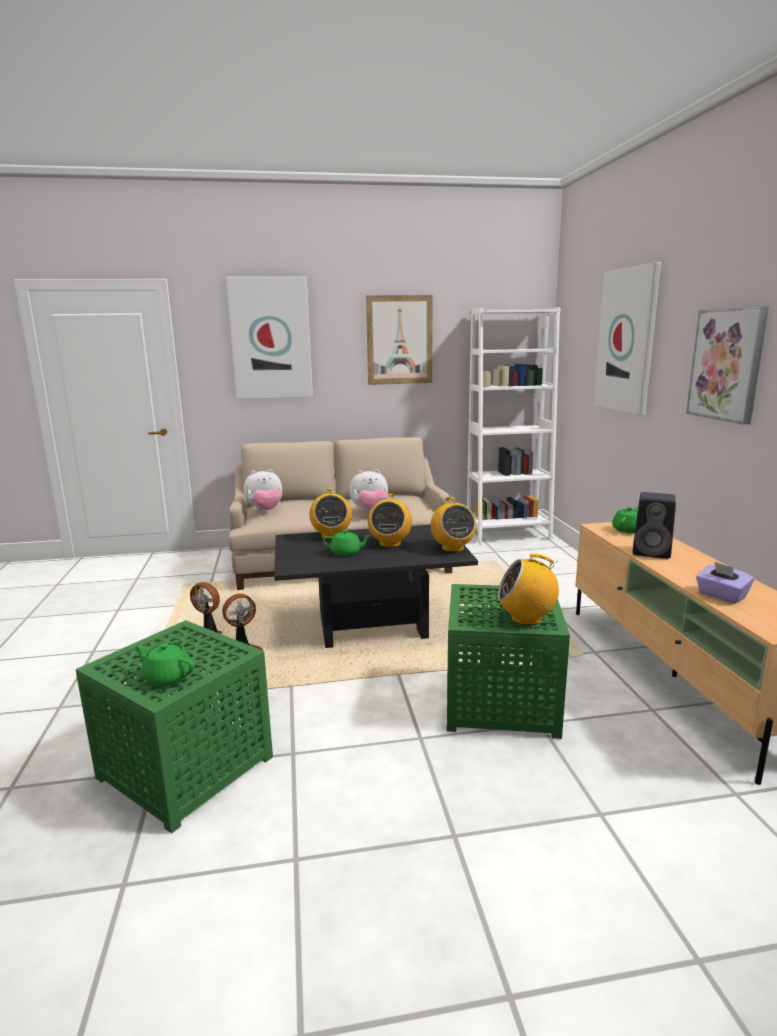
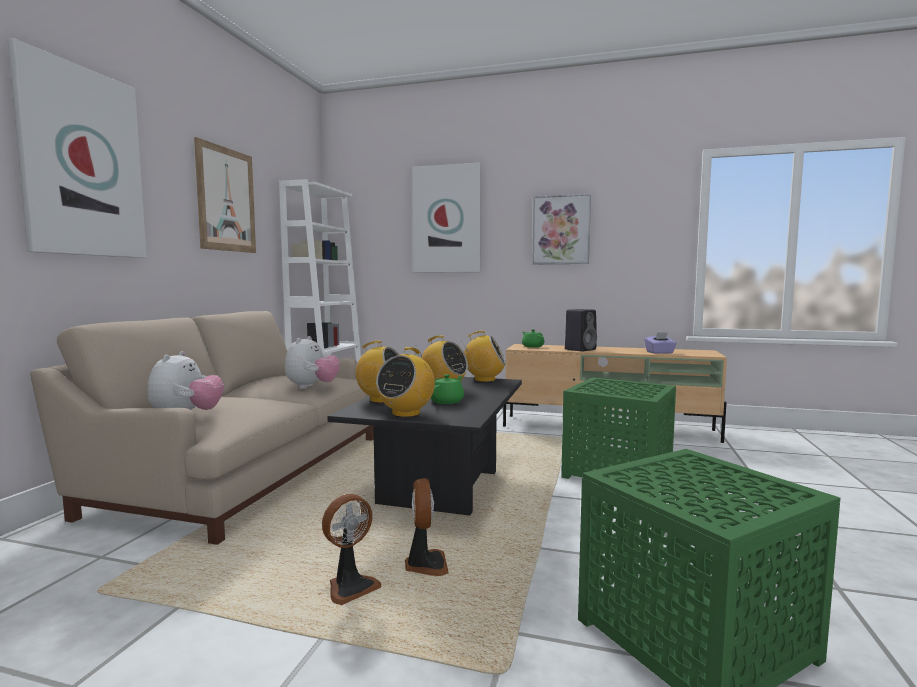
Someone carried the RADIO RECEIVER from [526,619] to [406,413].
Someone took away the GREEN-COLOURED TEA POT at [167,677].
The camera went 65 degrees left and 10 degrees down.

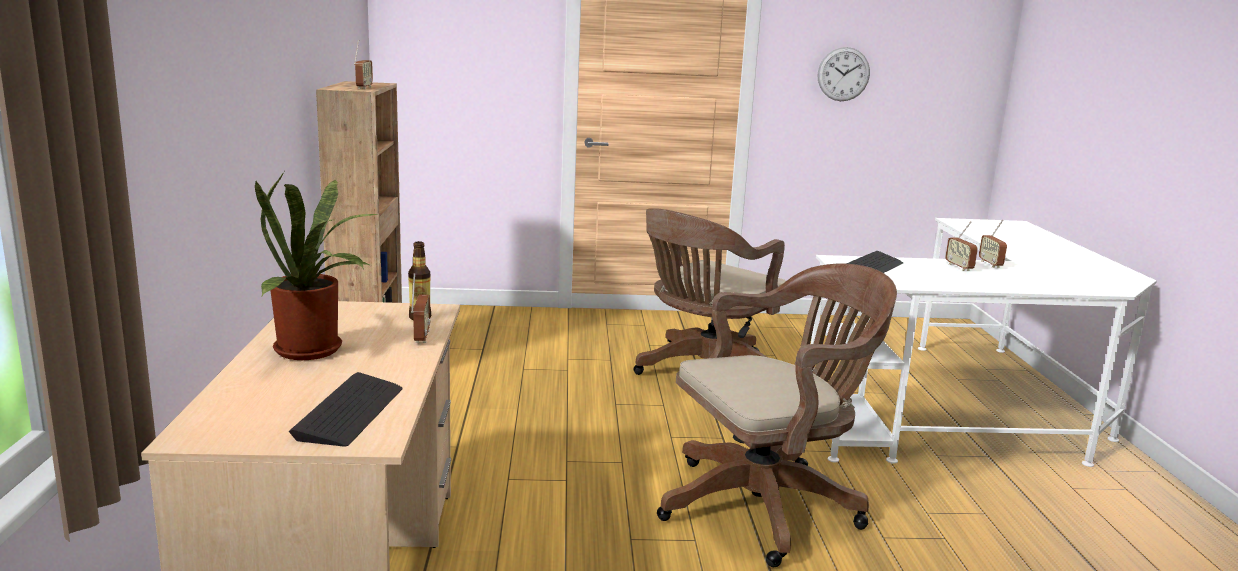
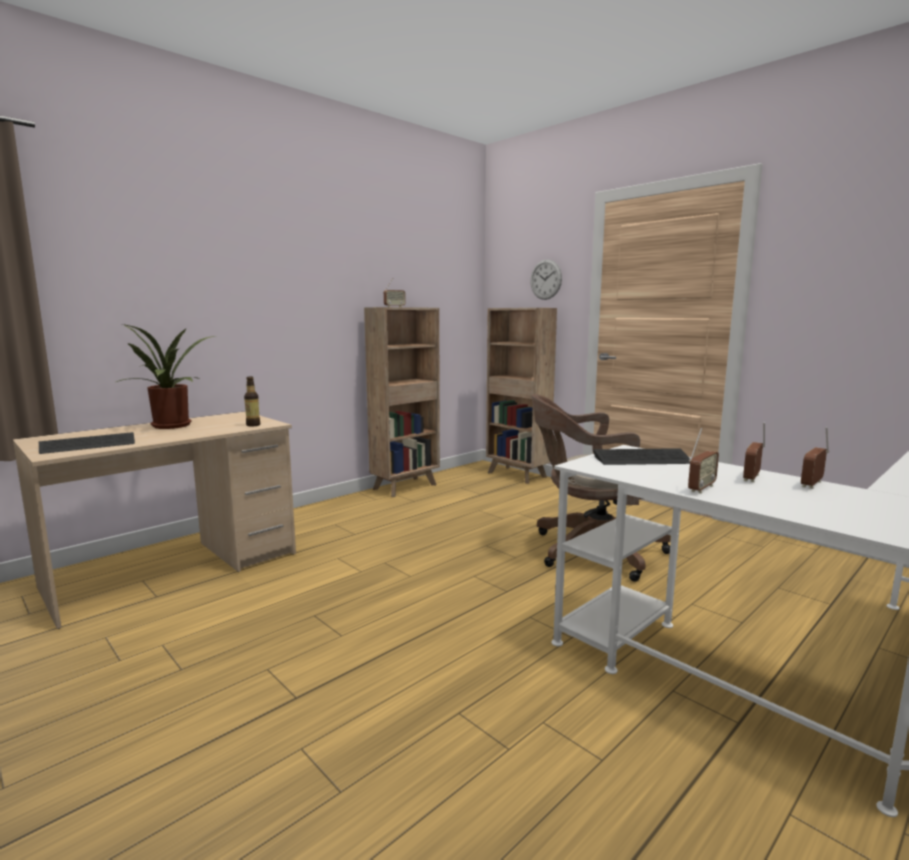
Someone carried the HANGING CLOCK from [843,74] to [546,279].
Someone took away the BROWN OFFICE CHAIR at [767,505].
Someone carried the RADIO RECEIVER from [421,337] to [701,488].
Someone put down the BROWN BOOKCASE at [517,475].
The camera went 50 degrees right and 5 degrees down.

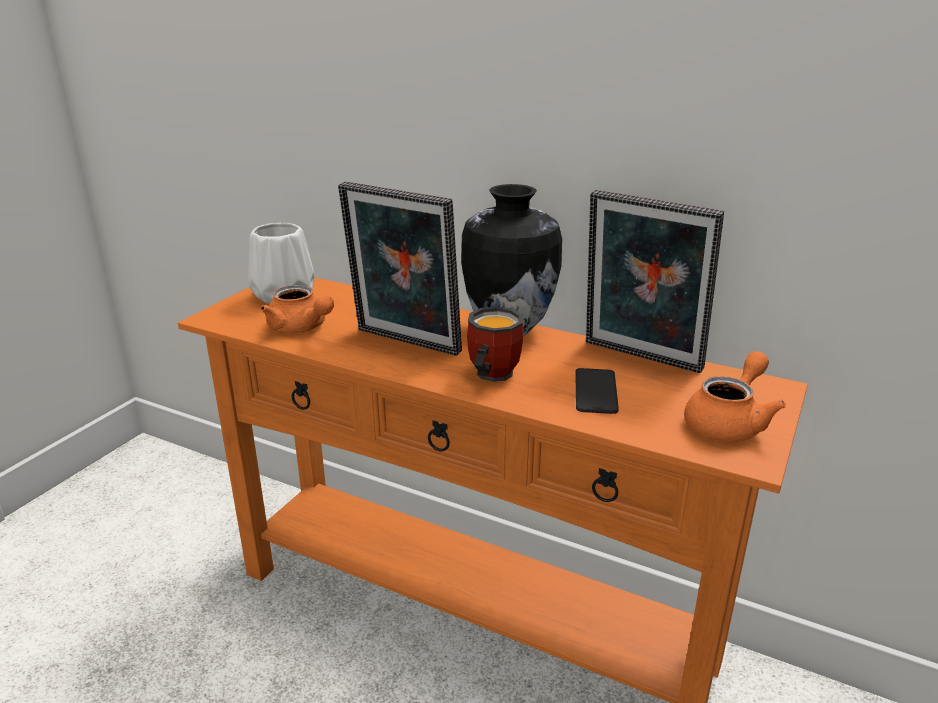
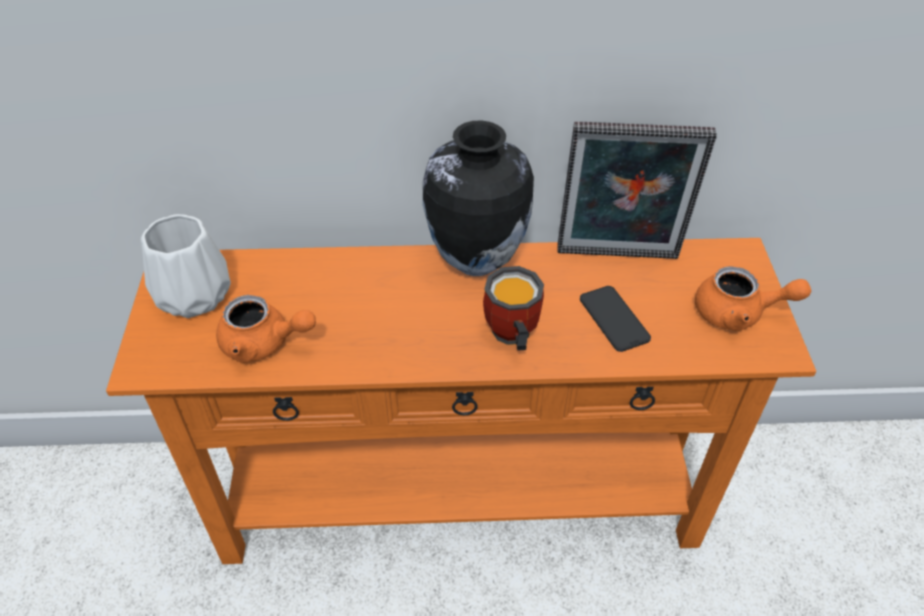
Someone took away the PICTURE FRAME at [404,343].
Someone rotated the ORANGE-COLOURED TEA POT at [729,422] by 90 degrees clockwise.
The camera went 30 degrees left and 20 degrees up.

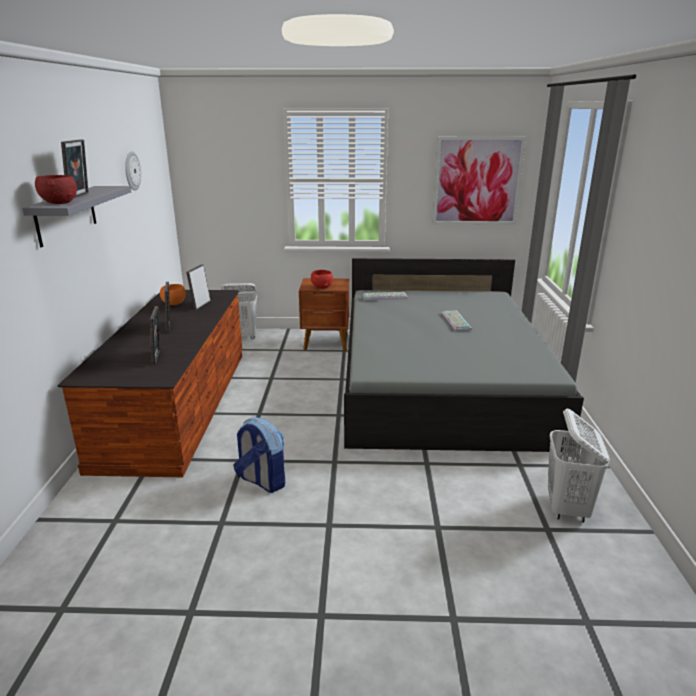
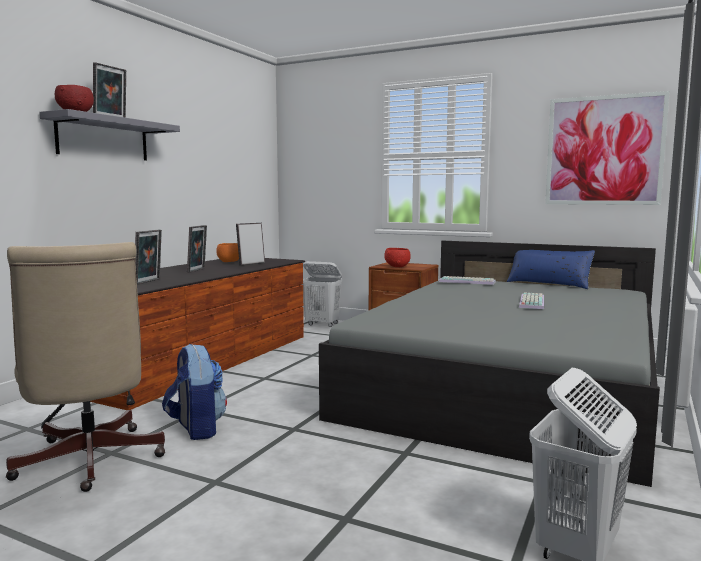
Someone took away the HANGING CLOCK at [132,171].
Someone put down the BEIGE-COLOURED OFFICE CHAIR at [88,463].
Someone put down the BLUE PILLOW at [548,284].
The camera went 25 degrees right and 15 degrees down.

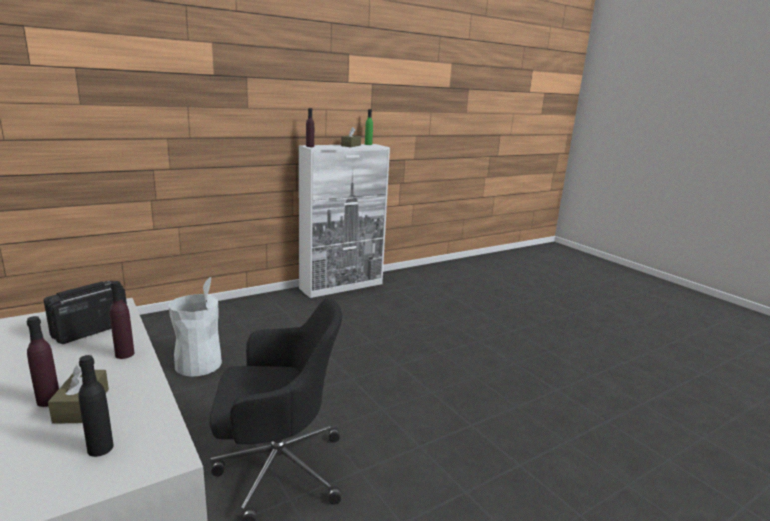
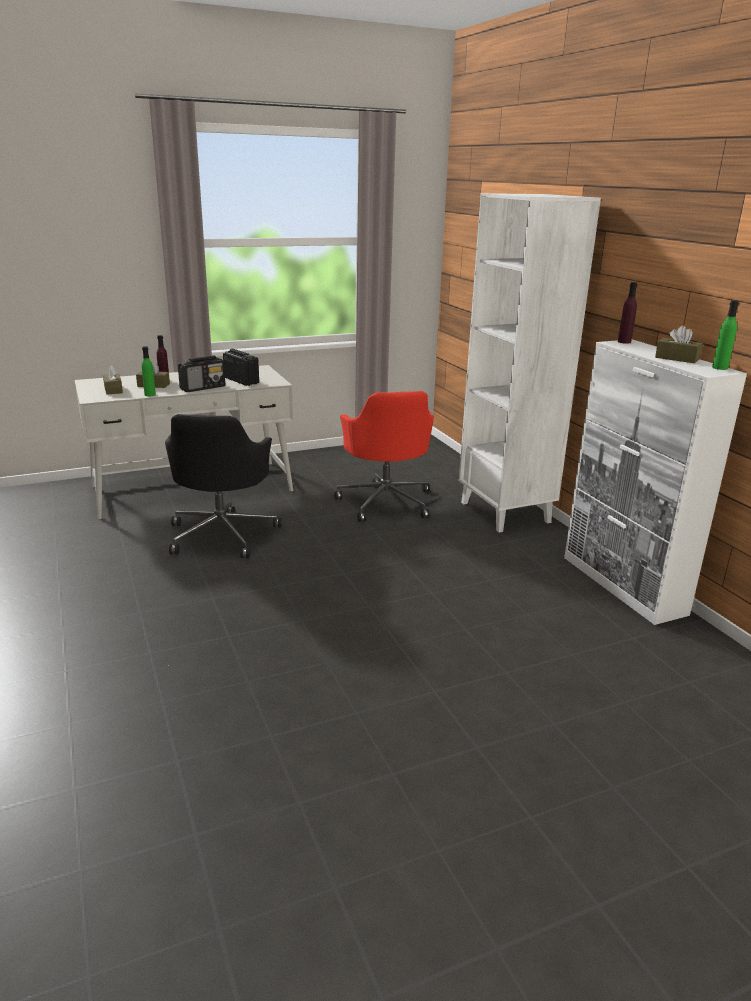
Someone swapped the WHITE-COLOURED RUBBISH BIN at [198,364] for the RED-COLOURED OFFICE CHAIR at [386,501].
Someone swapped the PURPLE BEVERAGE BOTTLE at [124,354] for the RADIO RECEIVER at [203,388].
Someone swapped the BLACK-COLOURED BEVERAGE BOTTLE at [100,448] for the BROWN BOX OF TISSUES at [113,390].
Someone put down the WHITE-COLOURED BOOKCASE at [506,512].
Someone put down the GREEN-COLOURED BEVERAGE BOTTLE at [150,394].
The camera went 100 degrees right and 5 degrees up.

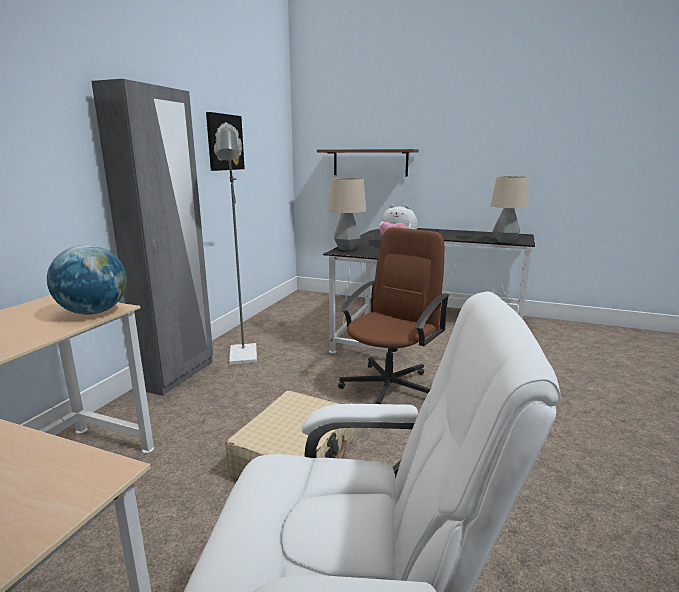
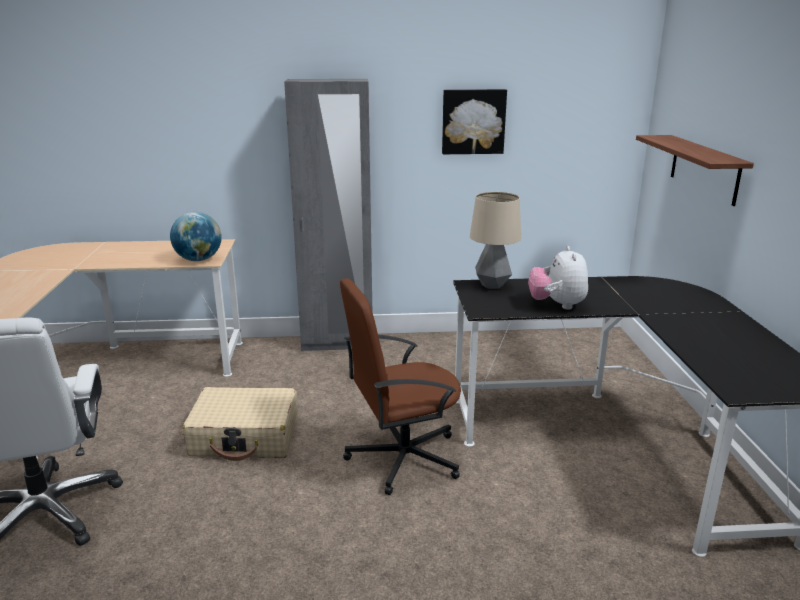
Someone took away the GRAY STANDING LAMP at [243,358].
Someone took away the LAMP FOR A TABLE at [505,241].
Someone rotated the BROWN OFFICE CHAIR at [390,387] by 150 degrees clockwise.
The camera went 65 degrees right and 5 degrees up.

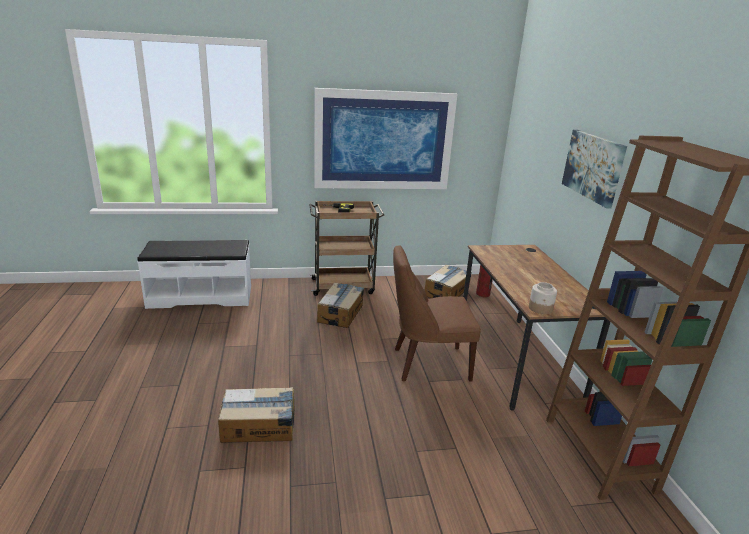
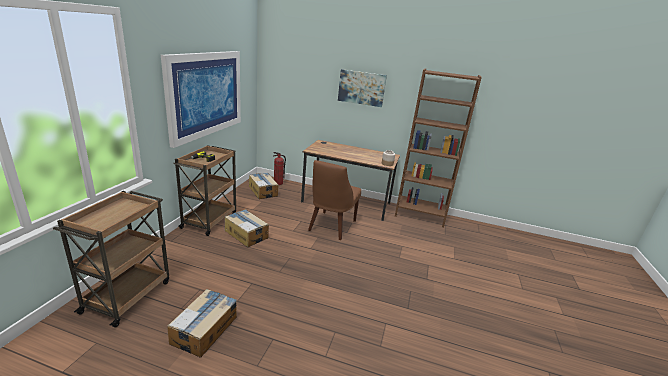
Someone swapped the WHITE-COLOURED BENCH at [201,296] for the BROWN CART at [128,295].
Someone carried the CARTON from [259,425] to [205,329].
The camera went 65 degrees left and 0 degrees up.

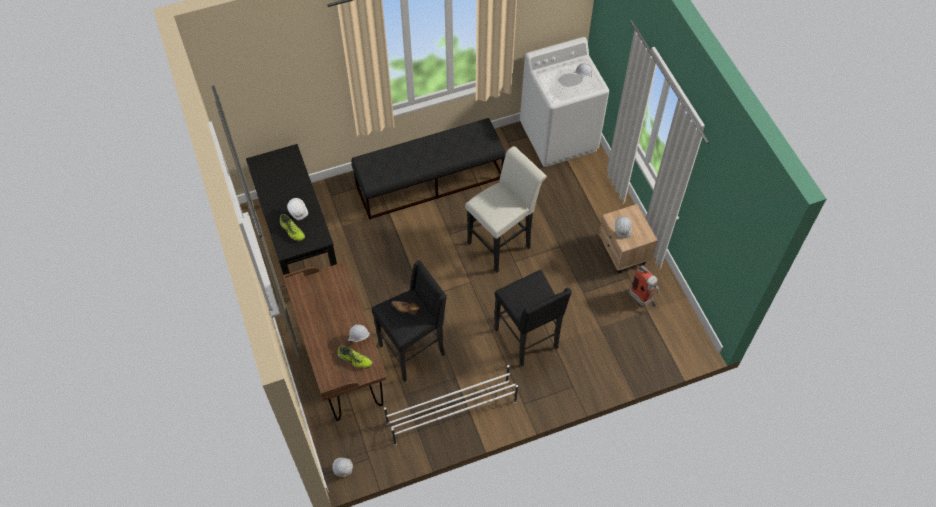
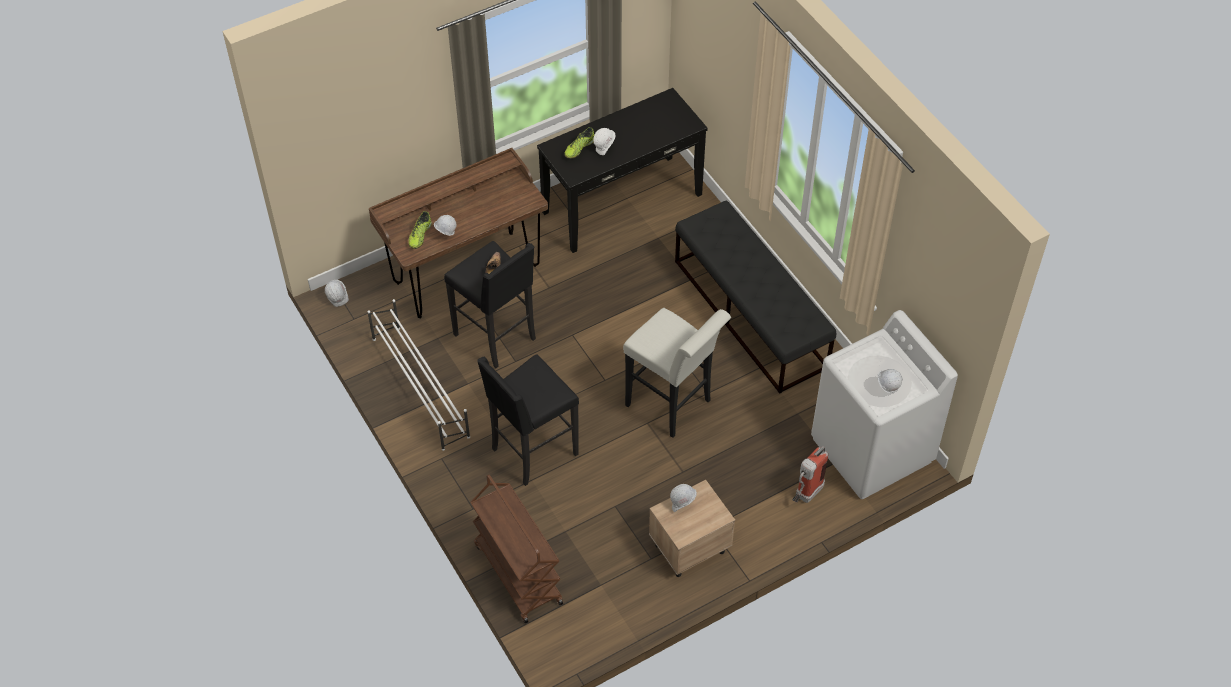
Someone carried the FIRE-FIGHTING CYLINDER from [643,300] to [805,495].
Someone put down the BROWN CART at [517,573].
The camera went 80 degrees right and 5 degrees down.

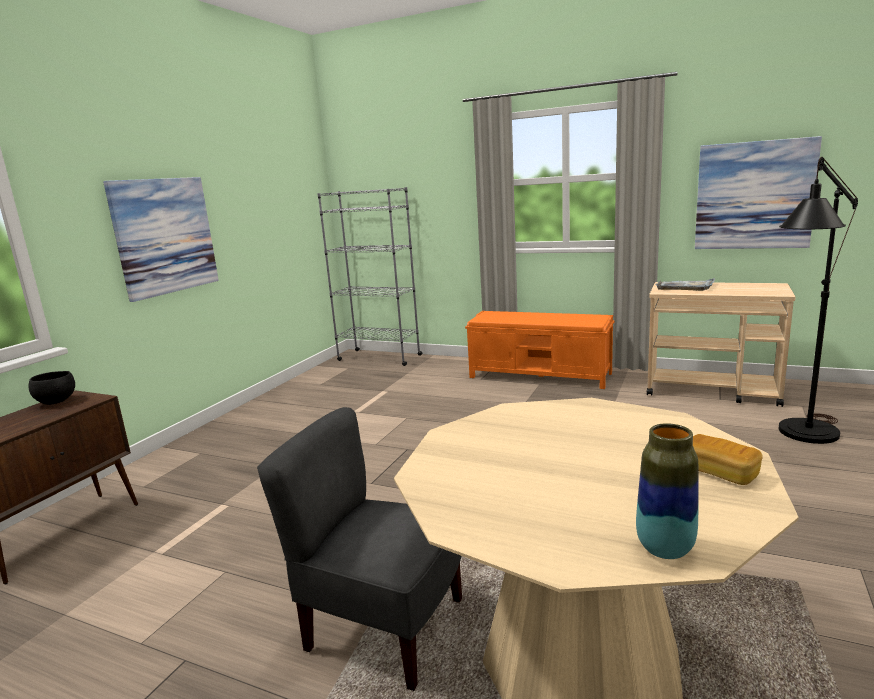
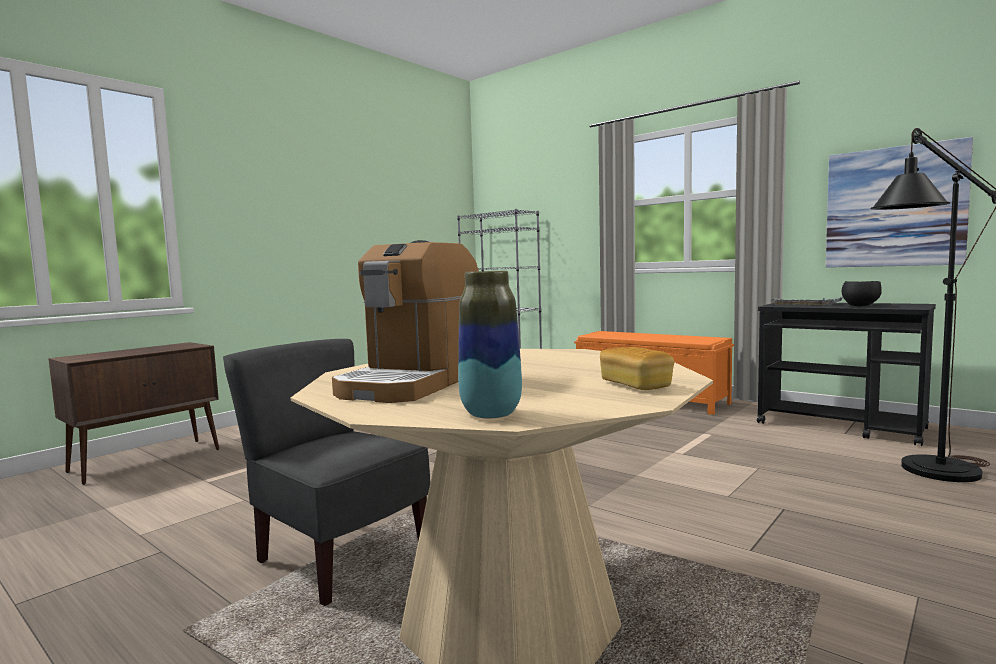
Someone took away the PICTURE at [165,236].
Someone repainted the BEIGE-COLOURED CART at [713,390], which became the BLACK-COLOURED CART at [841,426].
Someone carried the BLACK-COLOURED SERVING BOWL from [57,401] to [860,305].
Someone put down the COFFEE MAKER at [413,383].
The camera went 15 degrees right and 10 degrees down.

